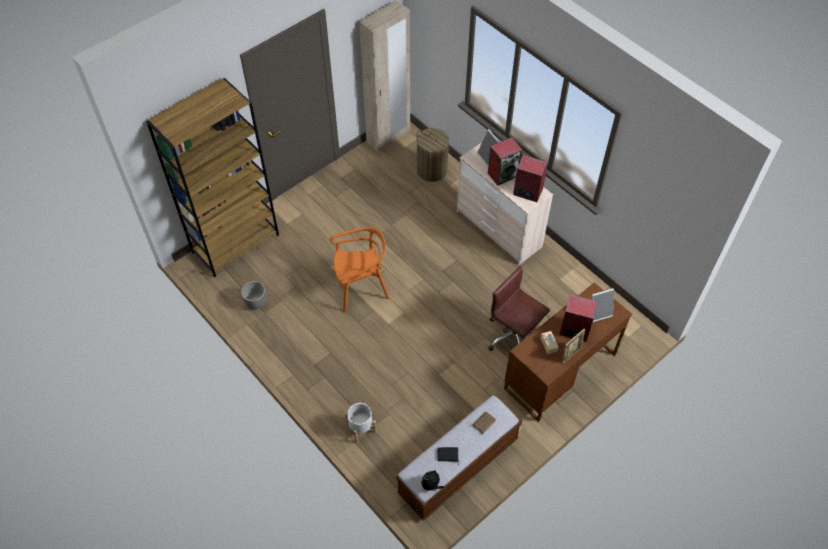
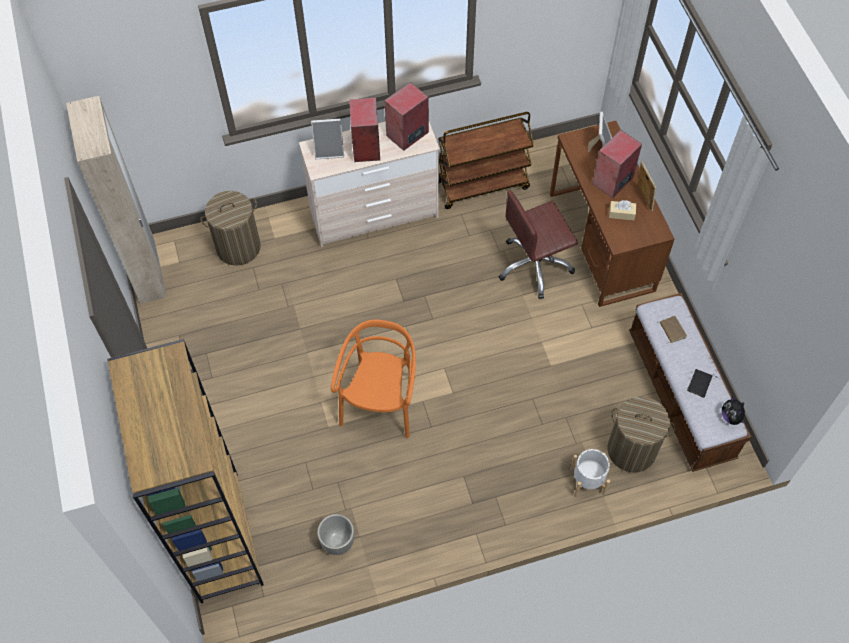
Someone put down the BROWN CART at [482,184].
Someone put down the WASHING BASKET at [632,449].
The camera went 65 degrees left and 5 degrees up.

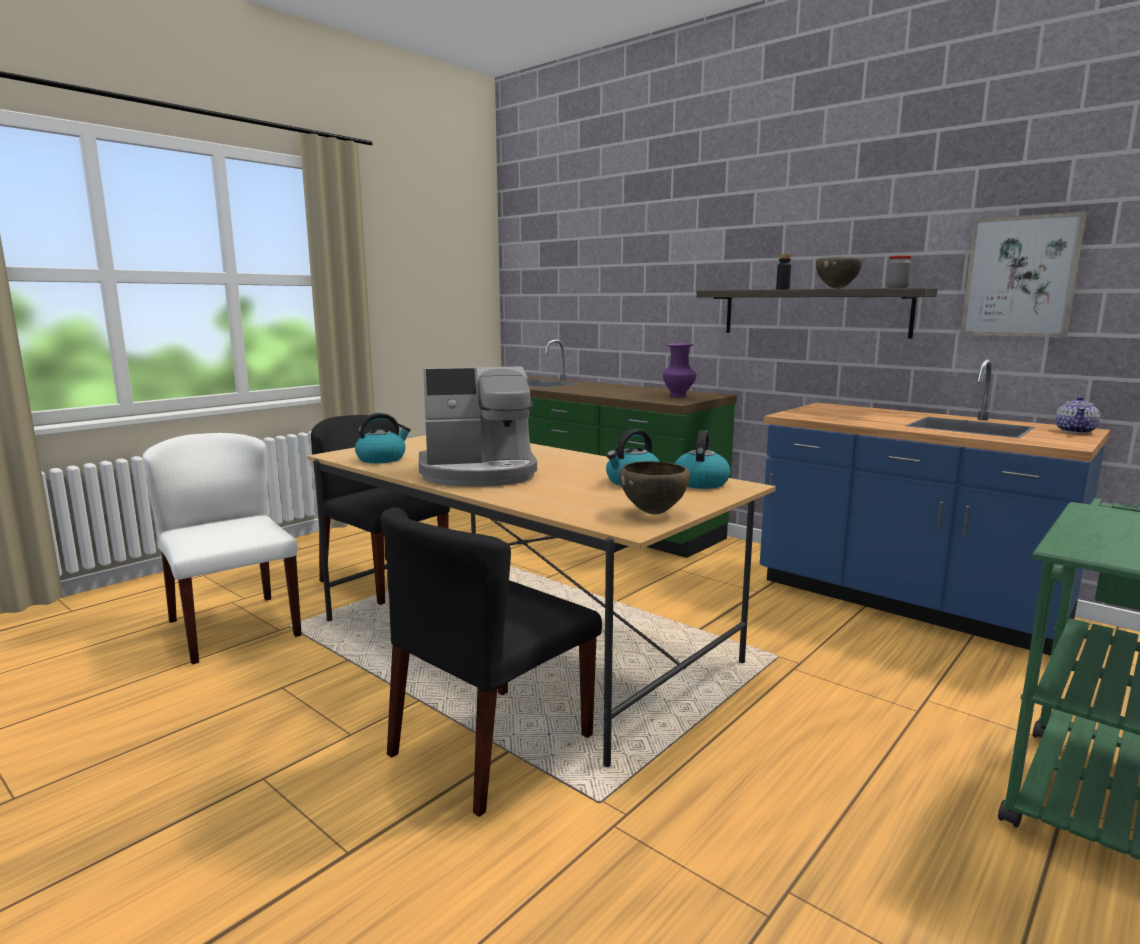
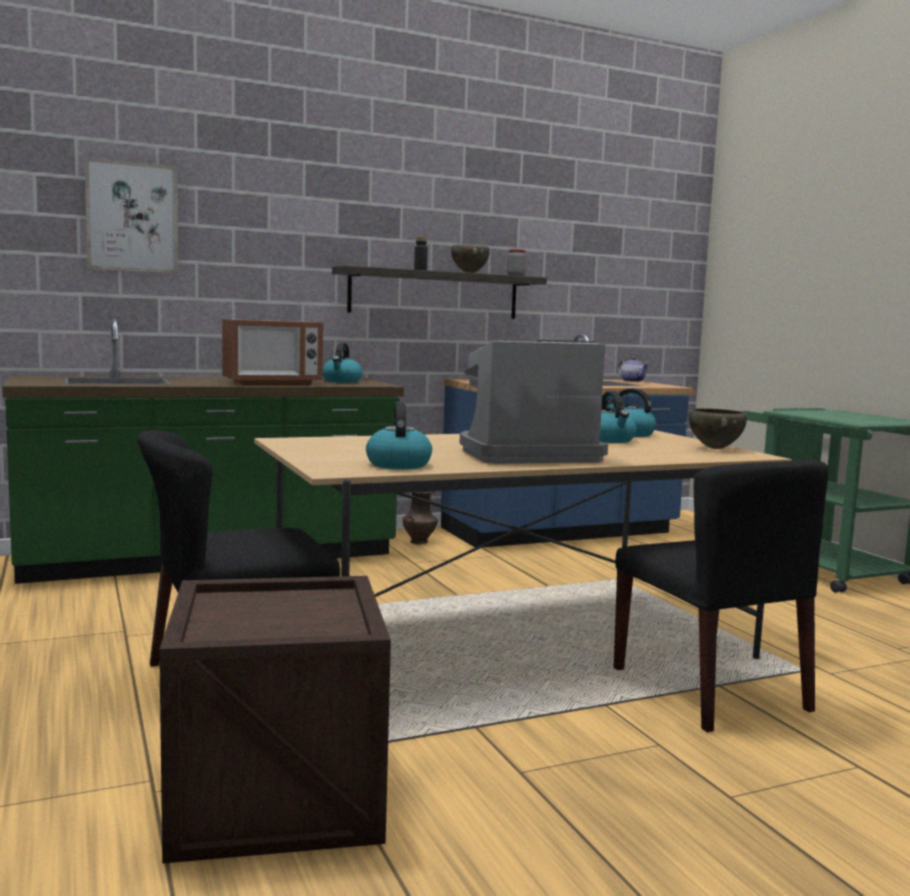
Someone carried the PICTURE from [1020,276] to [132,217].
Someone swapped the PURPLE FLOWER VASE at [679,396] for the WATER KETTLE at [342,381].
Someone rotated the COFFEE MAKER at [479,473] by 120 degrees counterclockwise.
Someone swapped the WHITE-COLOURED PLAIN CHAIR at [233,627] for the SHIPPING CRATE at [276,795].
Someone put down the MICROWAVE OVEN at [272,384].
Someone put down the BROWN FLOWER VASE at [419,542].
The camera went 65 degrees left and 5 degrees down.

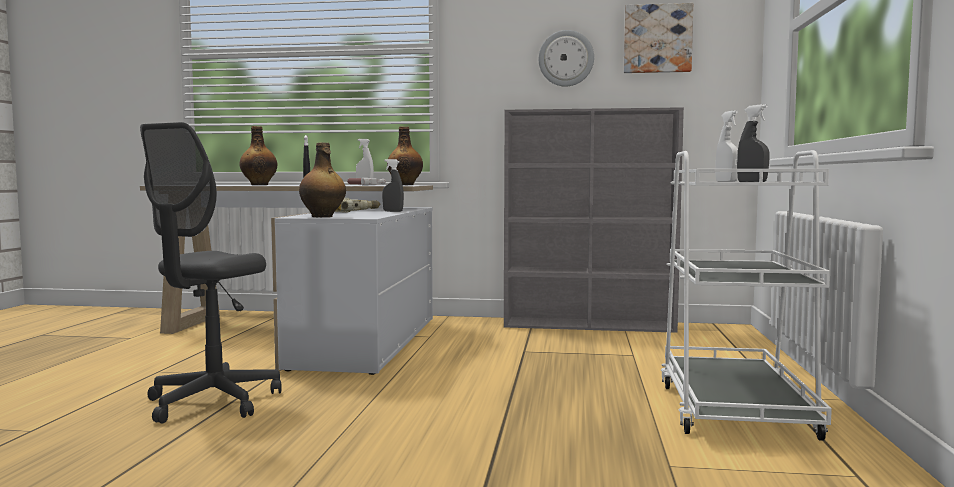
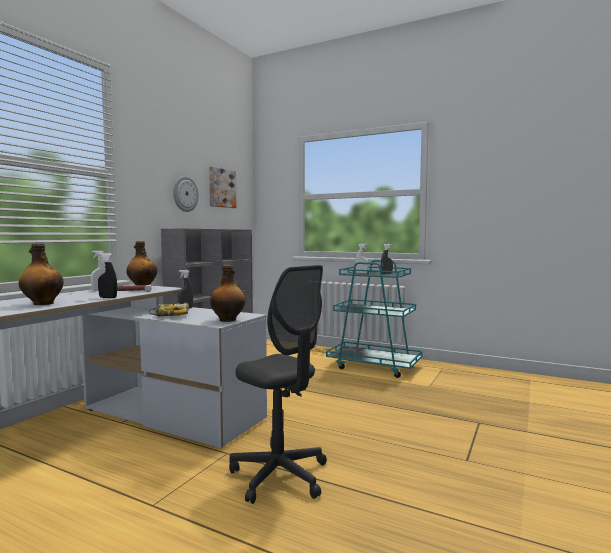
Someone repainted the WHITE-COLOURED CART at [734,409], which became the TURQUOISE-COLOURED CART at [374,366].
The camera went 70 degrees left and 0 degrees up.

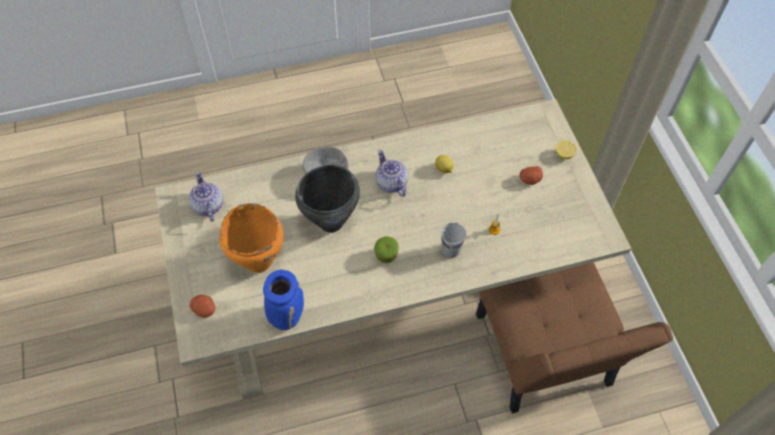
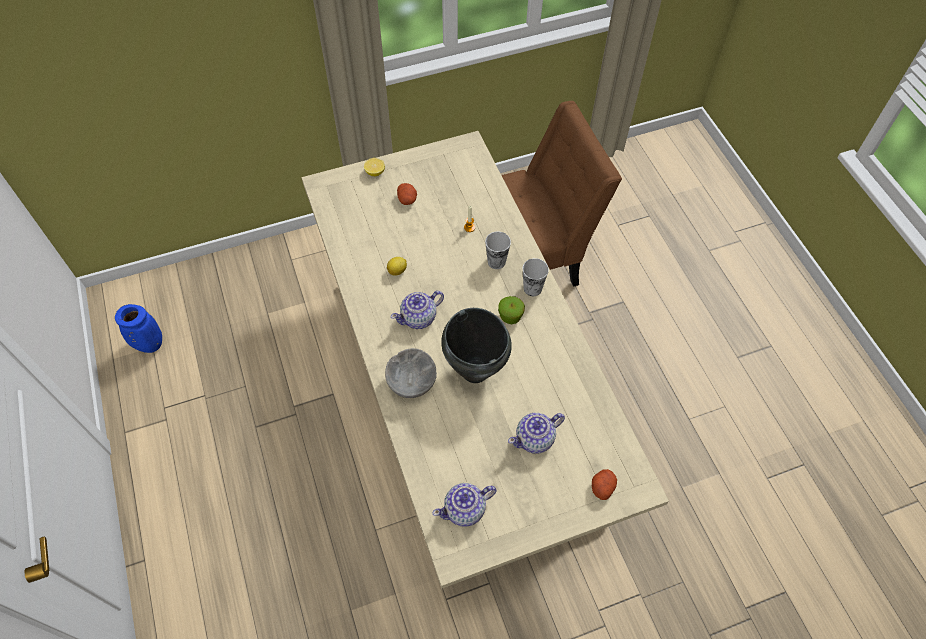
Someone swapped the ORANGE-COLOURED SAUCEPOT at [258,262] for the TEA POT at [535,439].
Someone carried the BLUE FLOWER VASE from [287,315] to [148,345].
Someone put down the SMALL CUP at [532,288].
The camera went 95 degrees left and 0 degrees up.

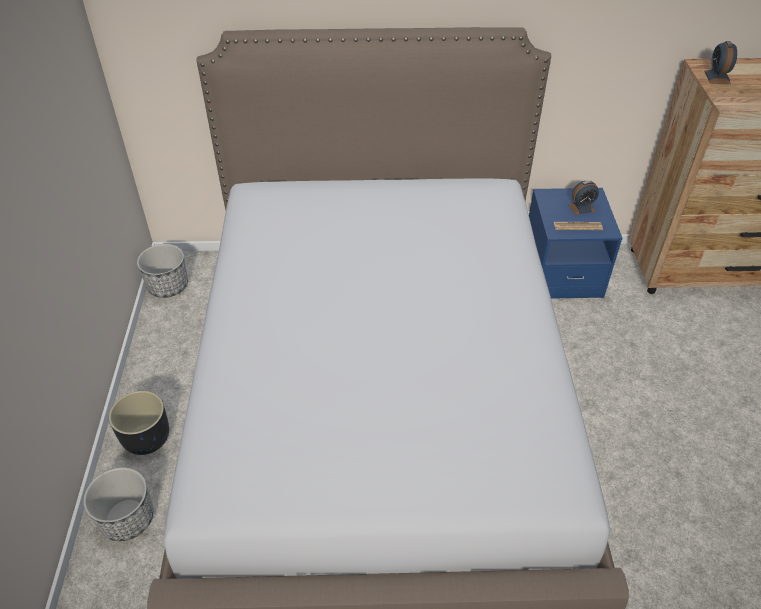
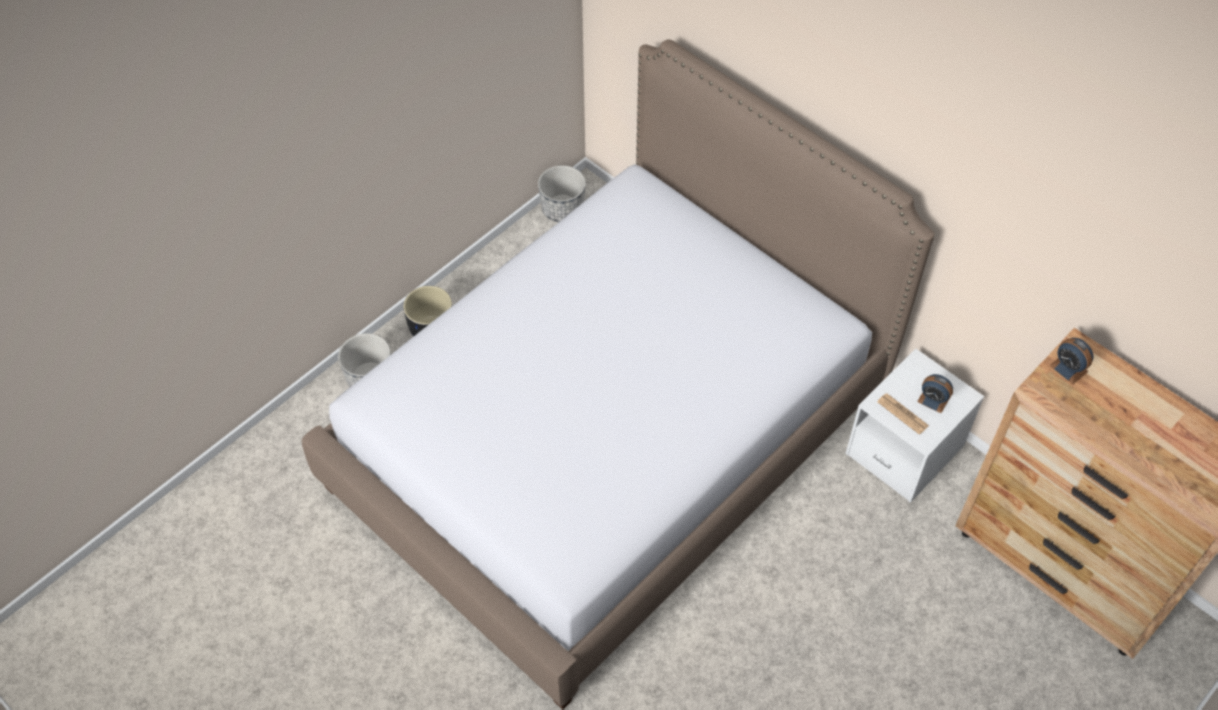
Someone rotated the ALARM CLOCK at [717,77] by 90 degrees counterclockwise.
Someone repainted the BLUE NIGHTSTAND at [561,273], which became the WHITE-COLOURED NIGHTSTAND at [904,450].
The camera went 45 degrees right and 10 degrees up.

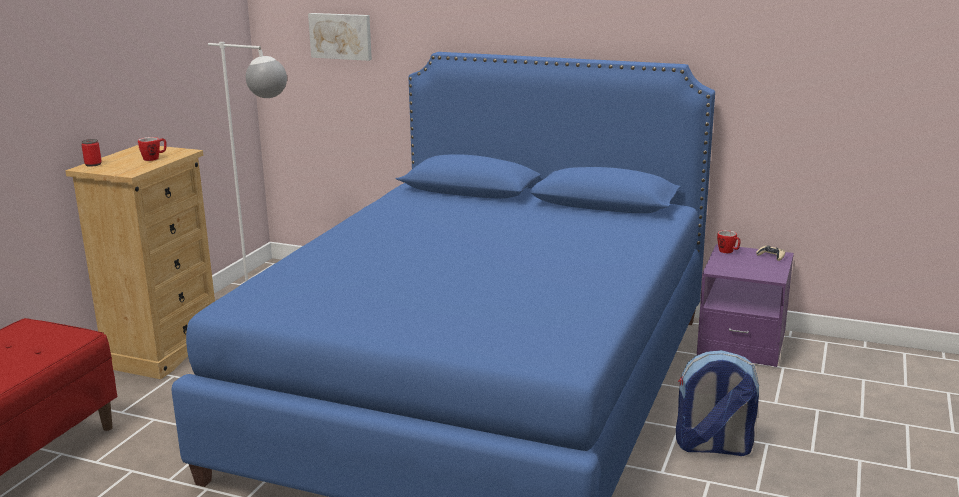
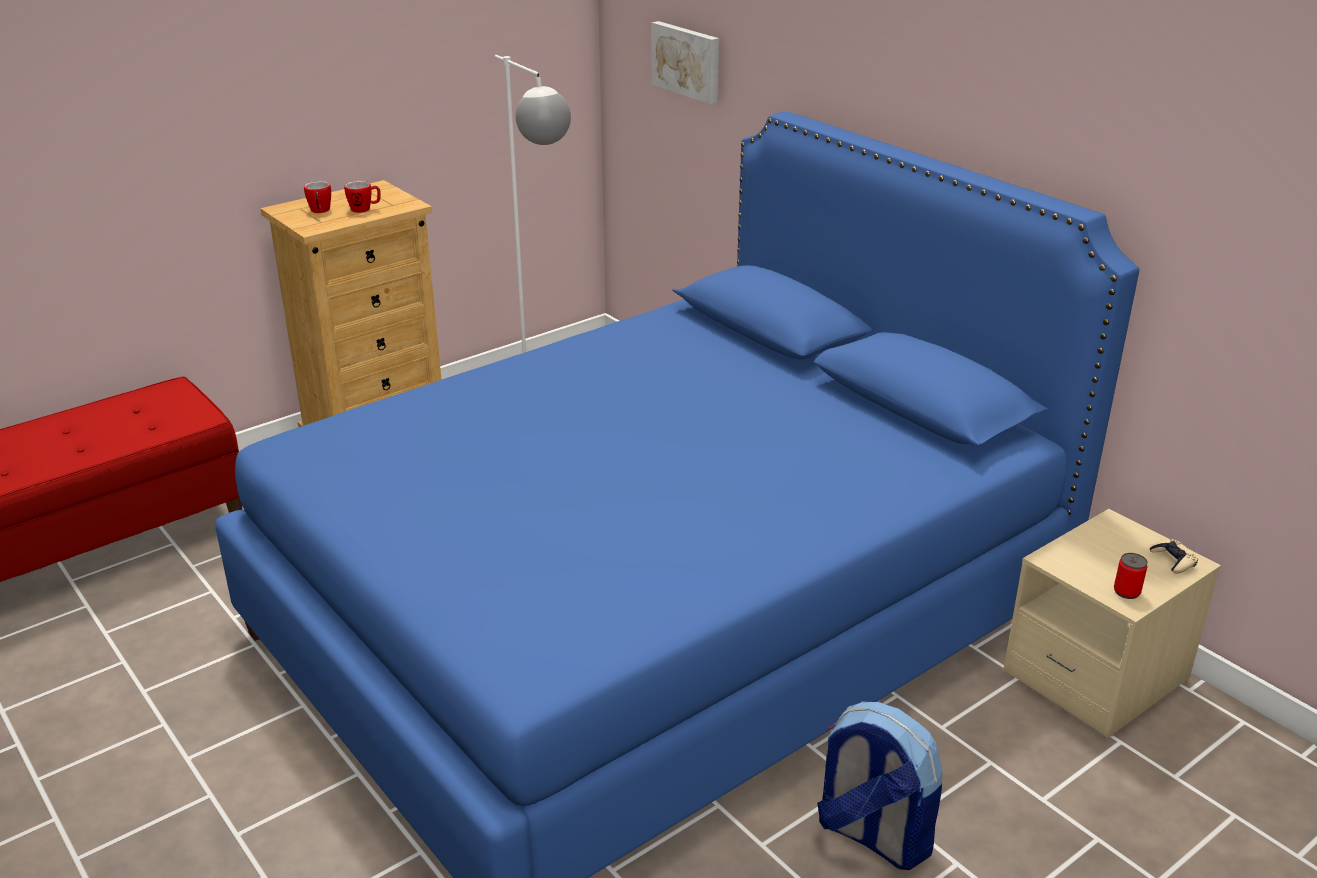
Someone carried the METAL CAN from [93,164] to [1126,592].
Someone carried the MUG from [728,252] to [320,211].
Someone repainted the PURPLE NIGHTSTAND at [741,344], which became the BEIGE-COLOURED NIGHTSTAND at [1095,676].
The camera went 30 degrees right and 10 degrees up.

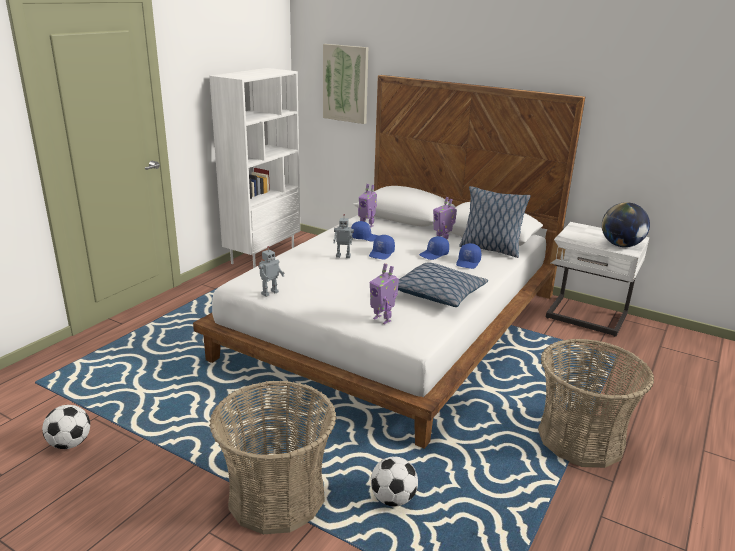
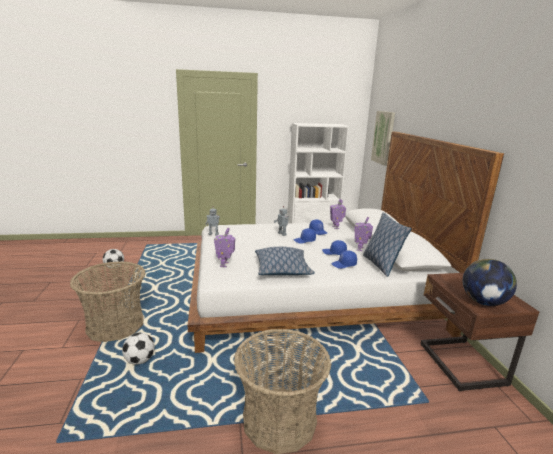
Someone repainted the WHITE-COLOURED NIGHTSTAND at [586,318], which became the BROWN NIGHTSTAND at [459,365].
The camera went 50 degrees right and 5 degrees down.

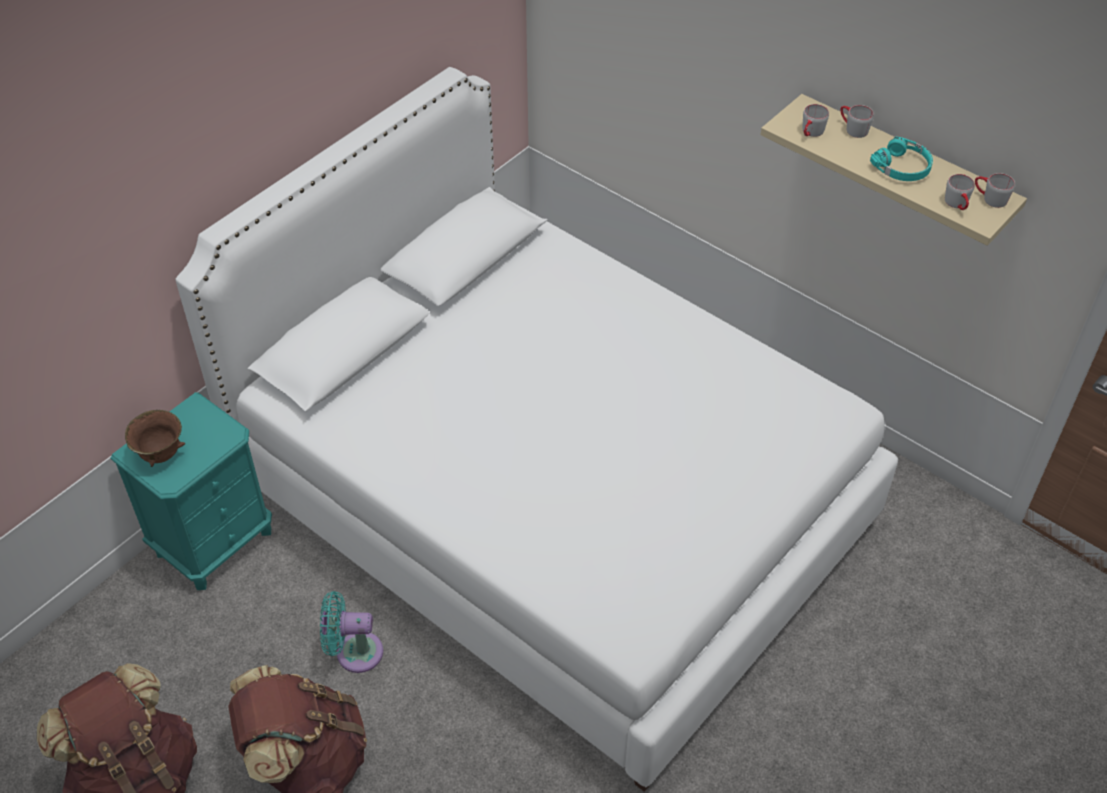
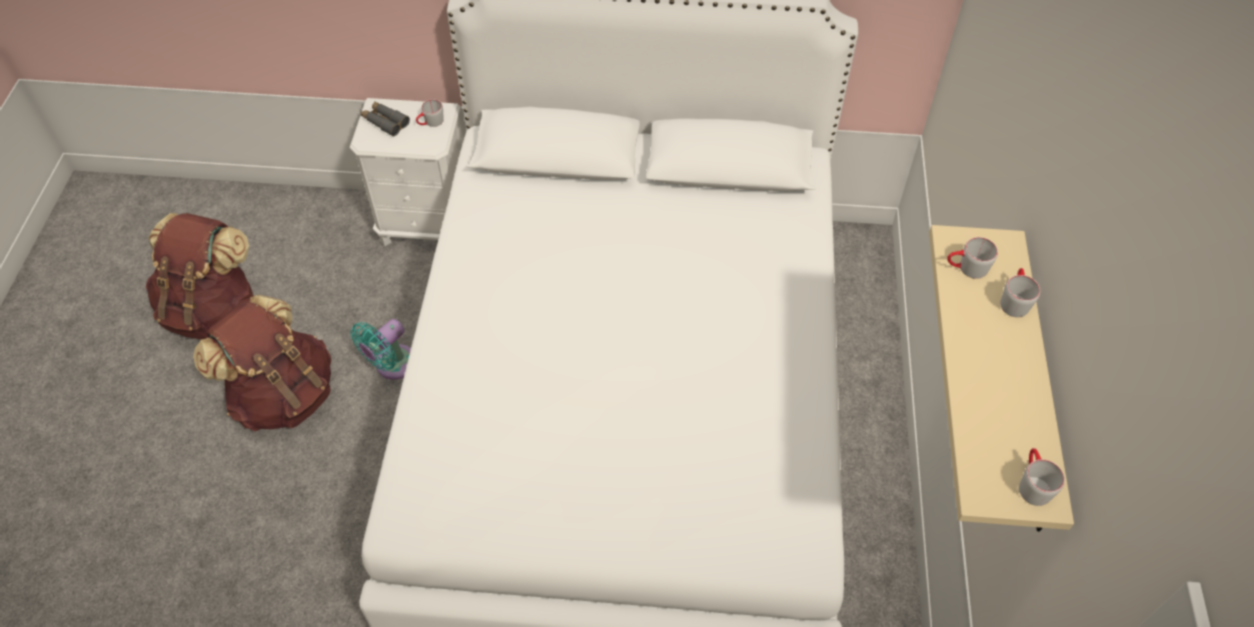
Someone took away the TURQUOISE-COLOURED HEADSET at [902,167].
Someone carried the GRAY MUG from [958,205] to [430,123].
Someone repainted the TURQUOISE-COLOURED NIGHTSTAND at [215,541], which became the WHITE-COLOURED NIGHTSTAND at [428,224].
Someone swapped the BROWN SERVING BOWL at [160,455] for the GRAY FIELD GLASSES at [385,122].
Someone rotated the TURQUOISE-COLOURED FAN at [354,652] by 105 degrees counterclockwise.
The camera went 55 degrees right and 5 degrees up.

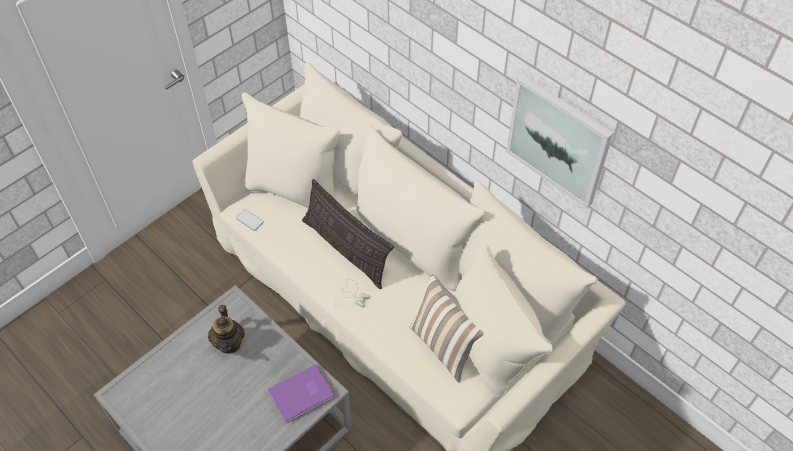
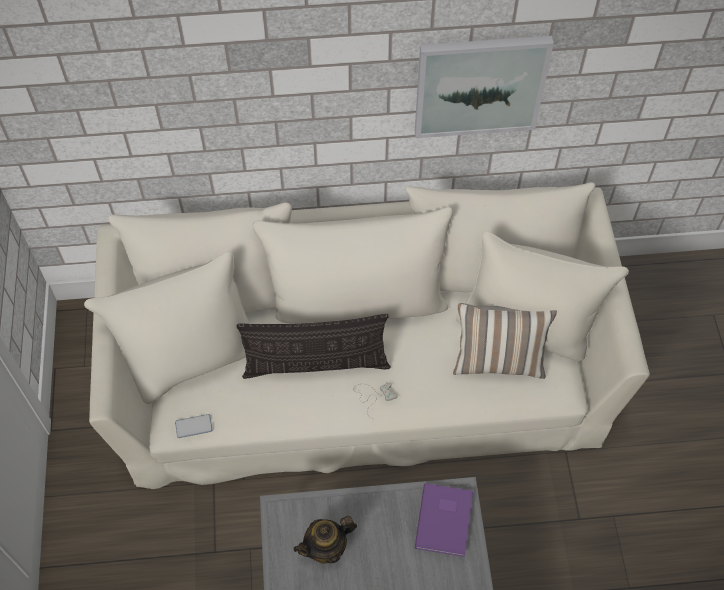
Someone rotated the TEA POT at [229,343] by 120 degrees clockwise.
The camera went 50 degrees left and 5 degrees up.

